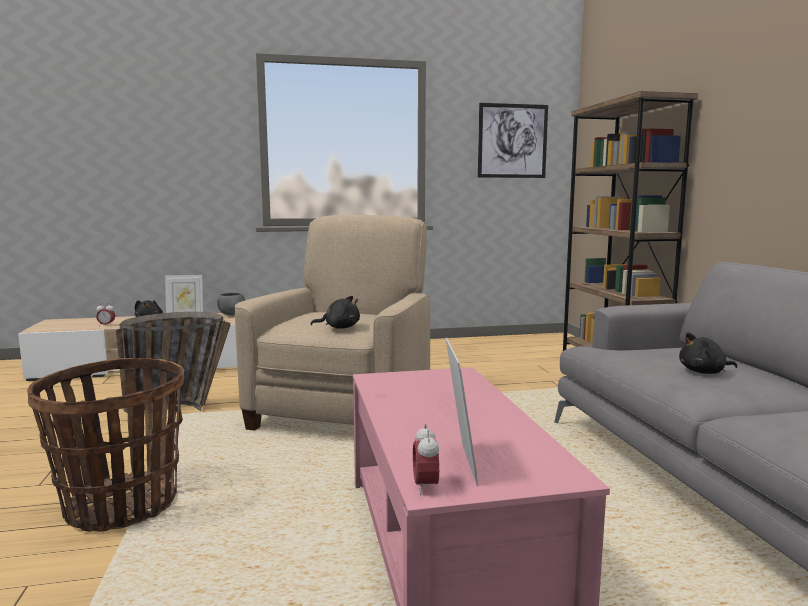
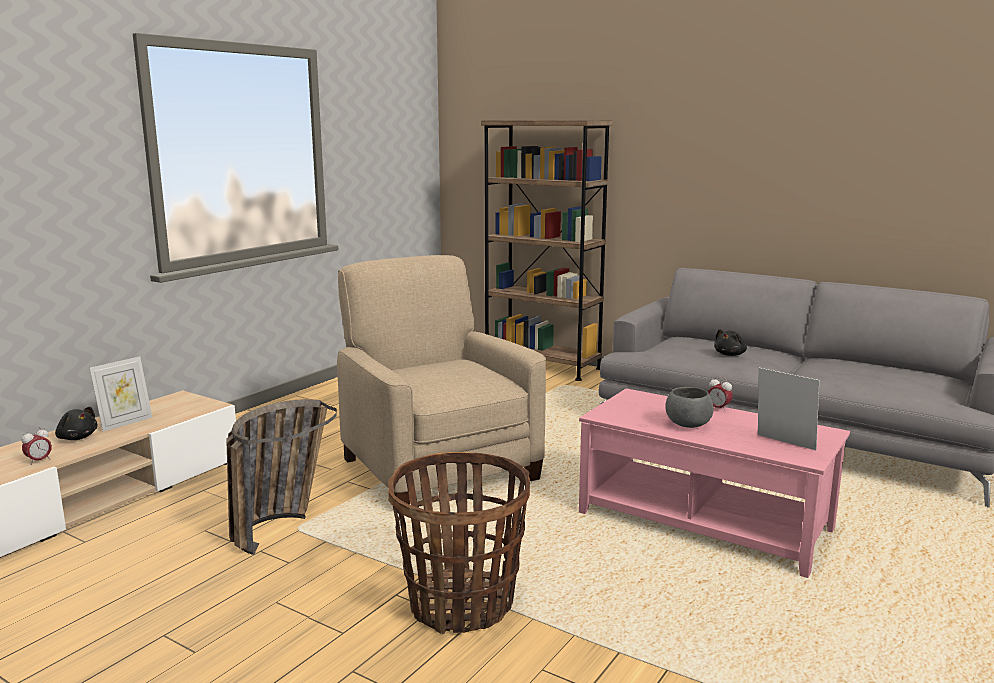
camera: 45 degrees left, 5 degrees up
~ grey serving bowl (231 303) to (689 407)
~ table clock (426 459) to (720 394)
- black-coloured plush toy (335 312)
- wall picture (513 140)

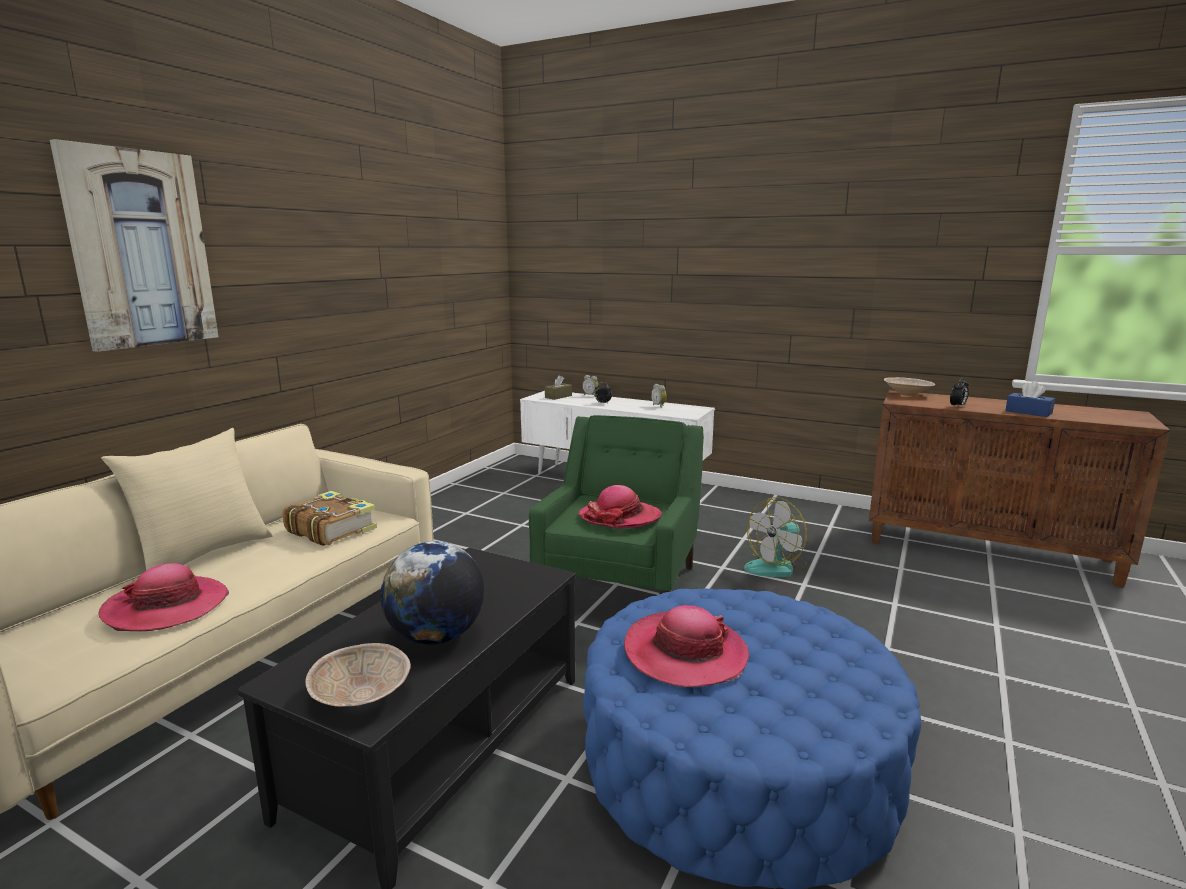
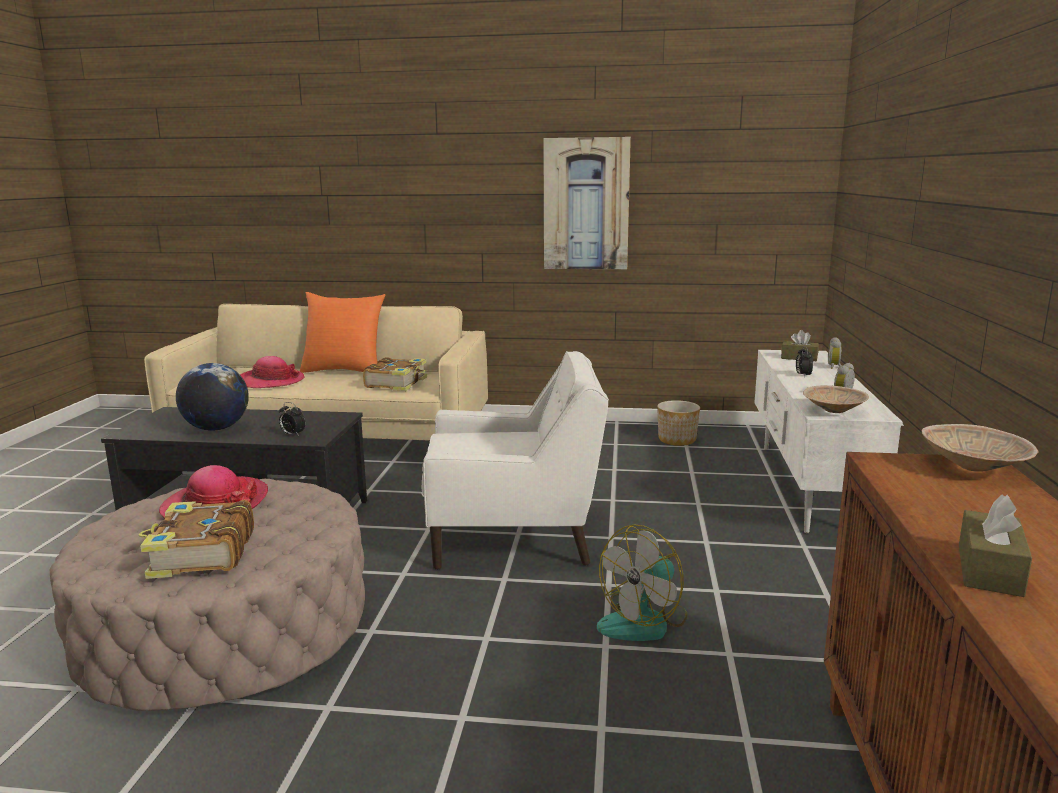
camera: 70 degrees right, 0 degrees up
~ blue pouffe (752 739) to beige-coloured pouffe (207 595)
+ volume (196 539)
~ table clock (959 393) to (292 419)
~ beige-coloured pillow (186 499) to orange pillow (342 332)
~ greenish armchair (616 504) to whitish armchair (515 460)
~ wall picture (134 245) to (587 203)
~ cooling fan (775 537) = (642 583) 75 degrees counterclockwise
+ flower pot (678 423)
~ beige-coloured serving bowl (358 675) to (836 399)
~ blue tissue box (1030 399) to brown tissue box (995 546)
- hat (620 507)

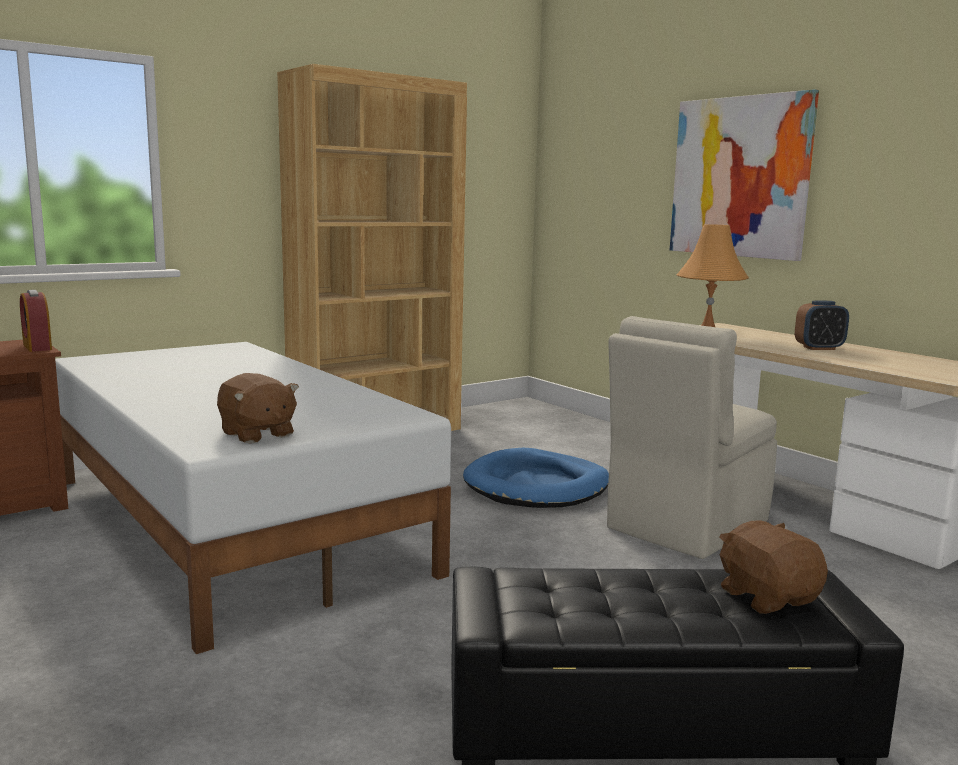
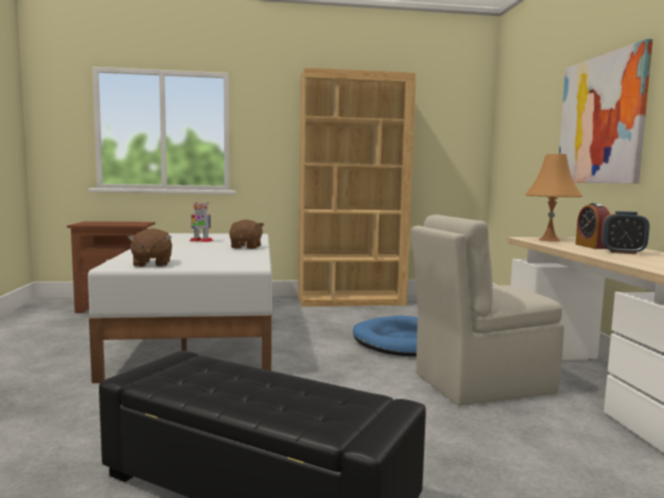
camera: 30 degrees right, 5 degrees down
+ robot figure (201 222)
~ brown plush toy (773 567) to (246 234)
~ table clock (36 321) to (592 226)

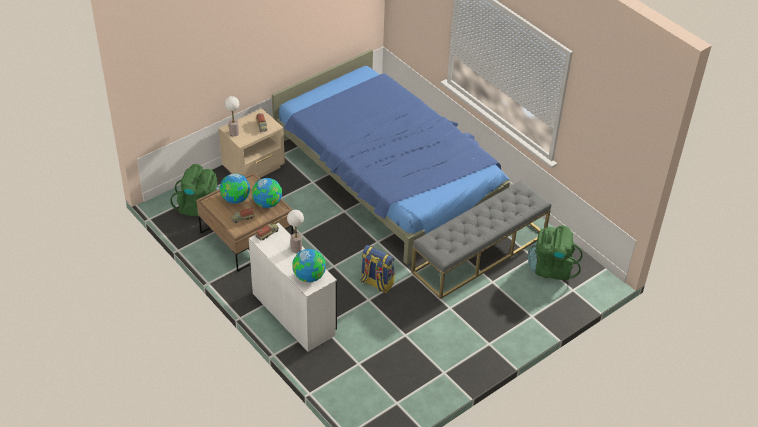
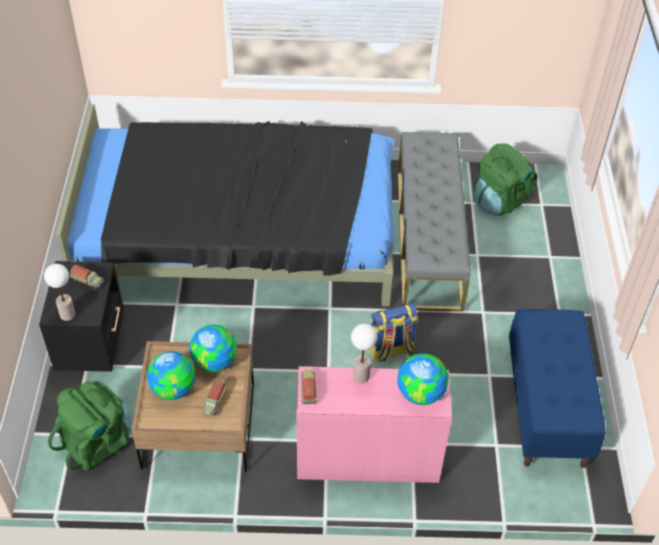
camera: 50 degrees left, 5 degrees up
~ beige-coloured bedside table (252 143) to black-coloured bedside table (81 316)
~ blue sleeping bed (391 157) to black-coloured sleeping bed (225 205)
~ whitish desk (293 287) to pink-coloured desk (374 424)
+ blue long seat (557 388)

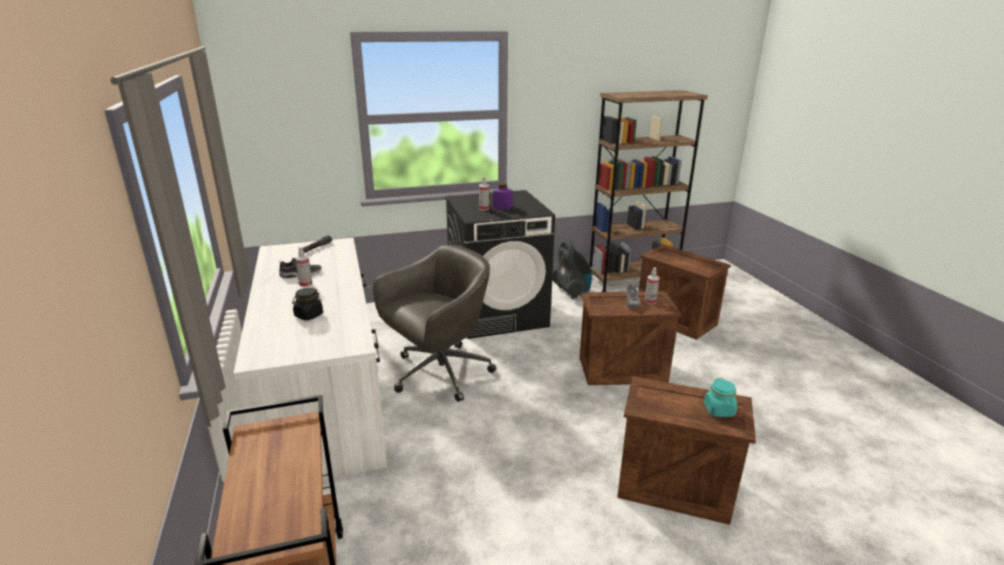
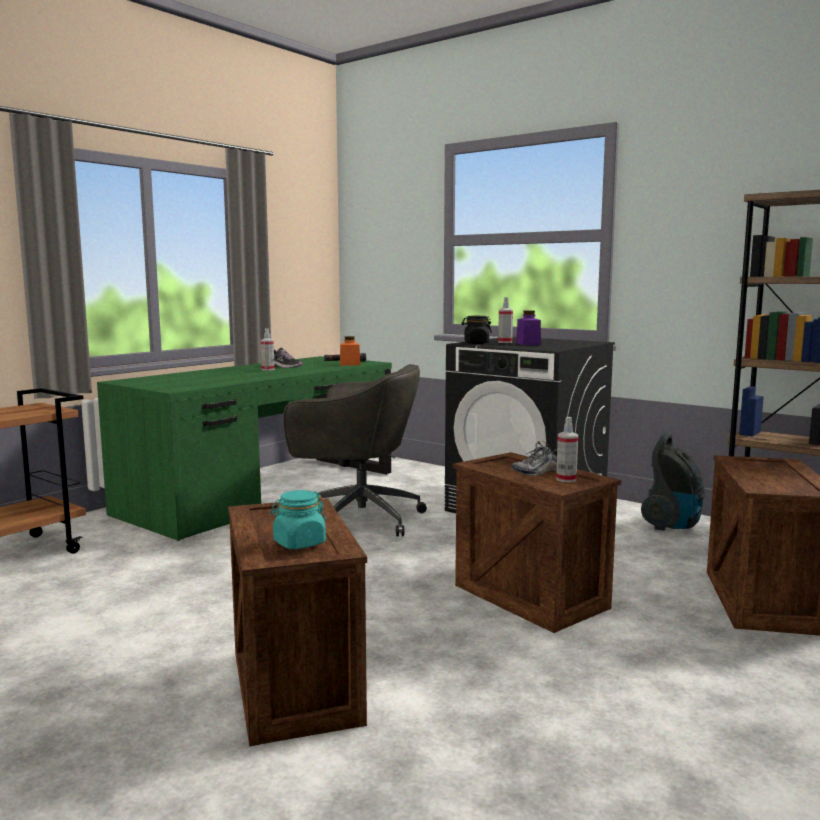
camera: 55 degrees right, 15 degrees down
~ whitish desk (310 359) to greenish desk (244 448)
+ orange storage jar (350 351)
~ black-coloured storage jar (307 304) to (476 330)

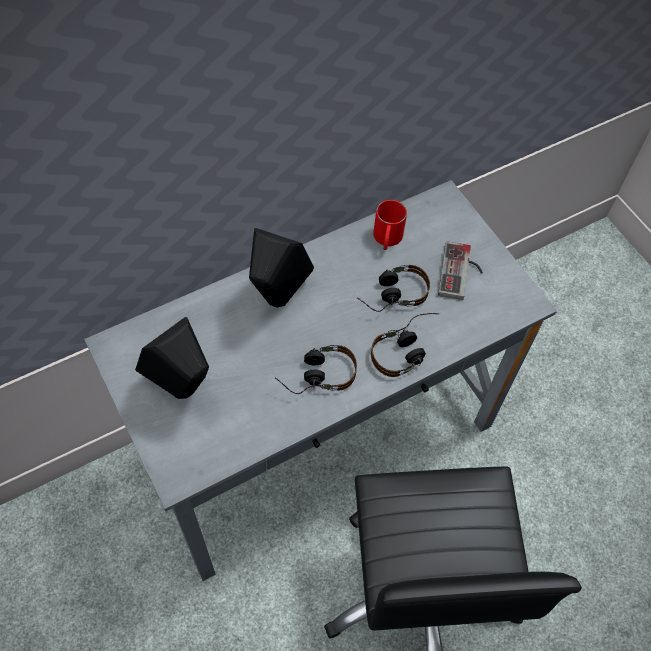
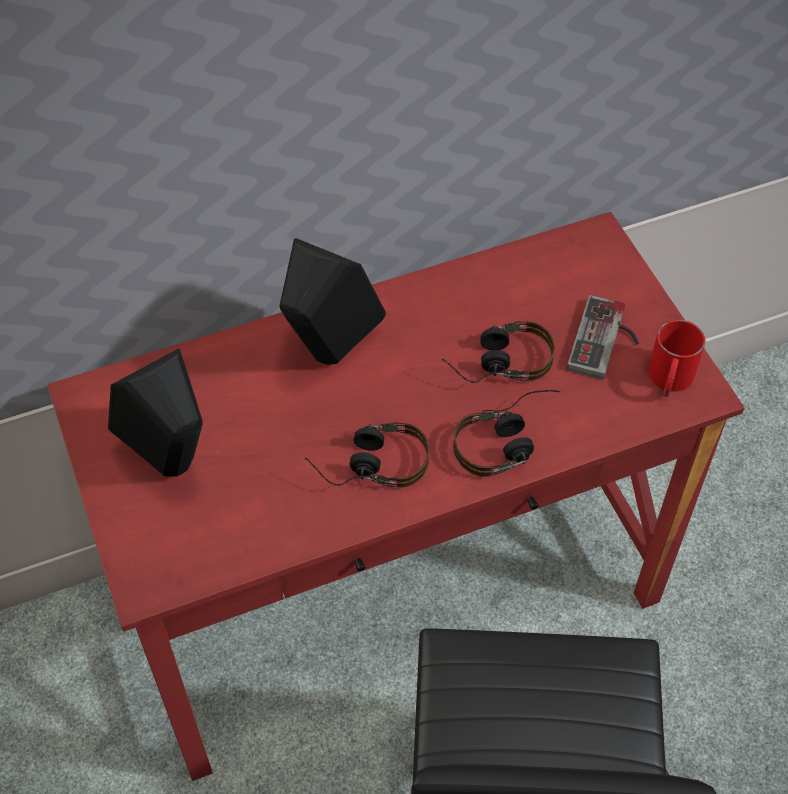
camera: 10 degrees right, 5 degrees down
~ grey desk (320 380) to red desk (396 496)
~ red tea mug (390 225) to (677 358)

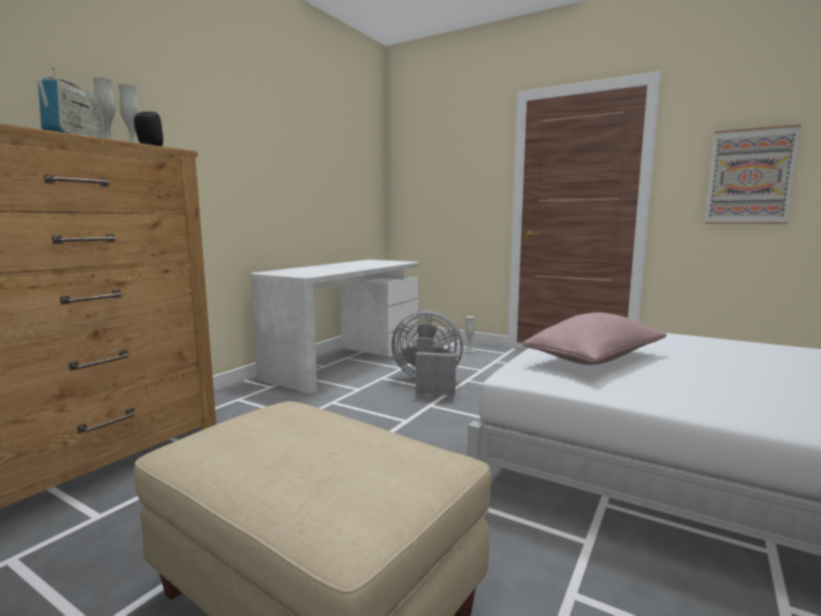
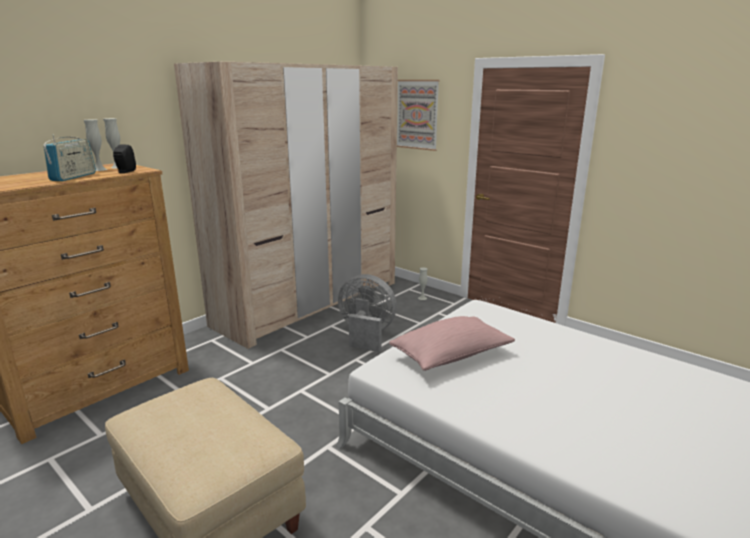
camera: 10 degrees right, 10 degrees up
~ whitish desk (335 326) to beige-coloured wardrobe (286 205)
~ wall picture (753 174) to (418 115)

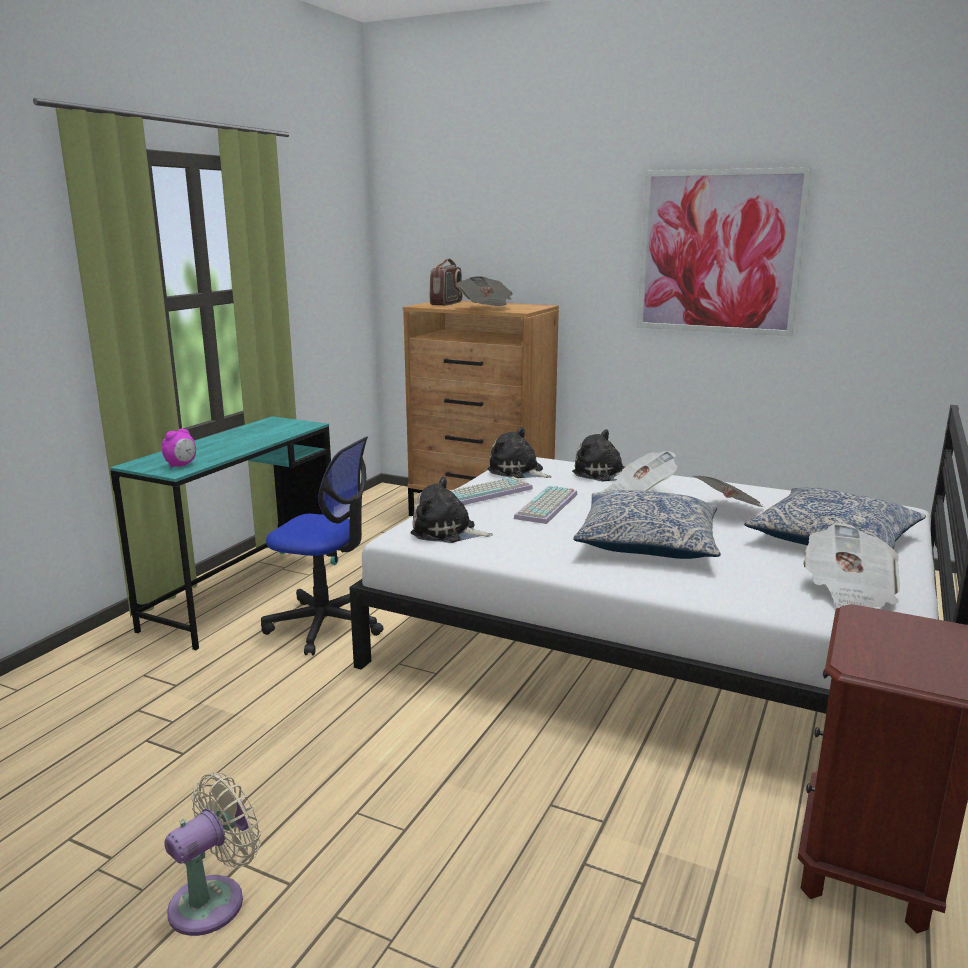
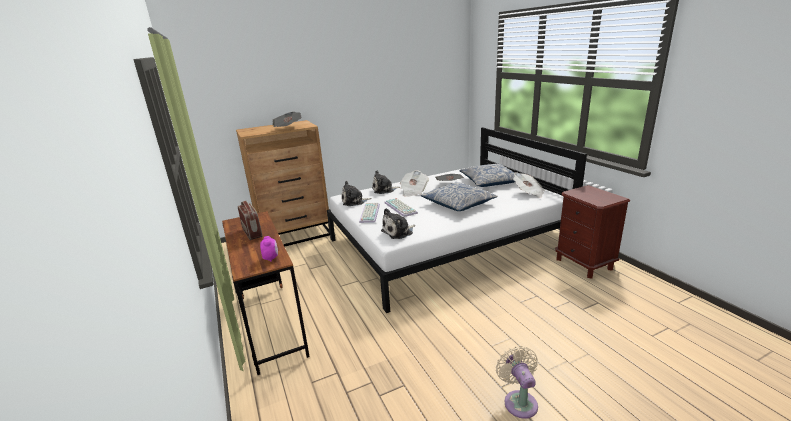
camera: 50 degrees left, 5 degrees up
~ turquoise desk (224 533) to brown desk (266 293)
~ radio receiver (446 282) to (250 220)
- office chair (322 546)
- wall picture (724 251)

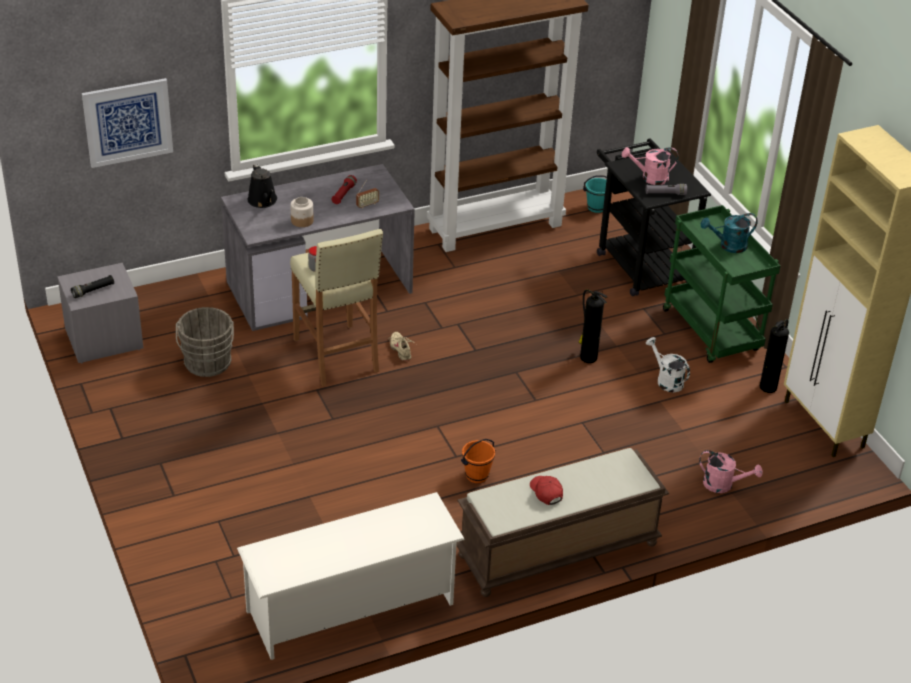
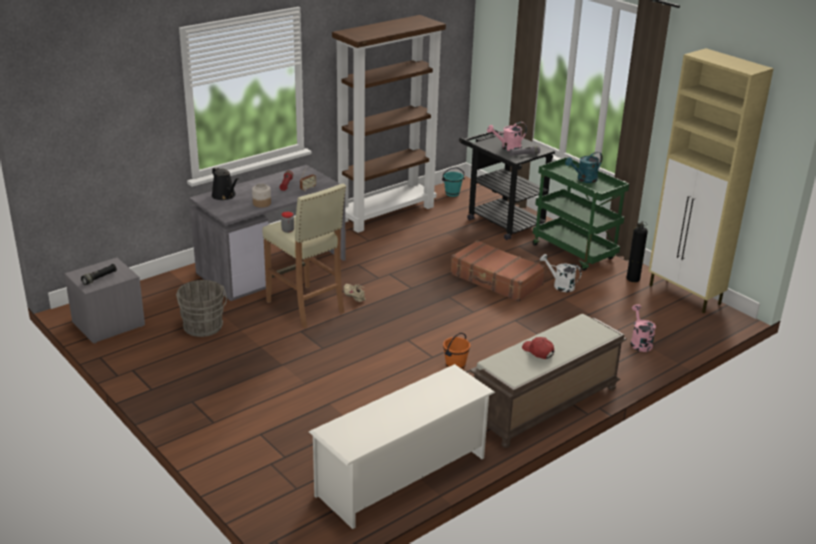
camera: 15 degrees left, 10 degrees down
~ extinguisher (593 326) to brown suitcase (497 271)
~ pink-coloured sprinkling can (731 471) = (643 328) 105 degrees counterclockwise
- wall picture (127 123)

